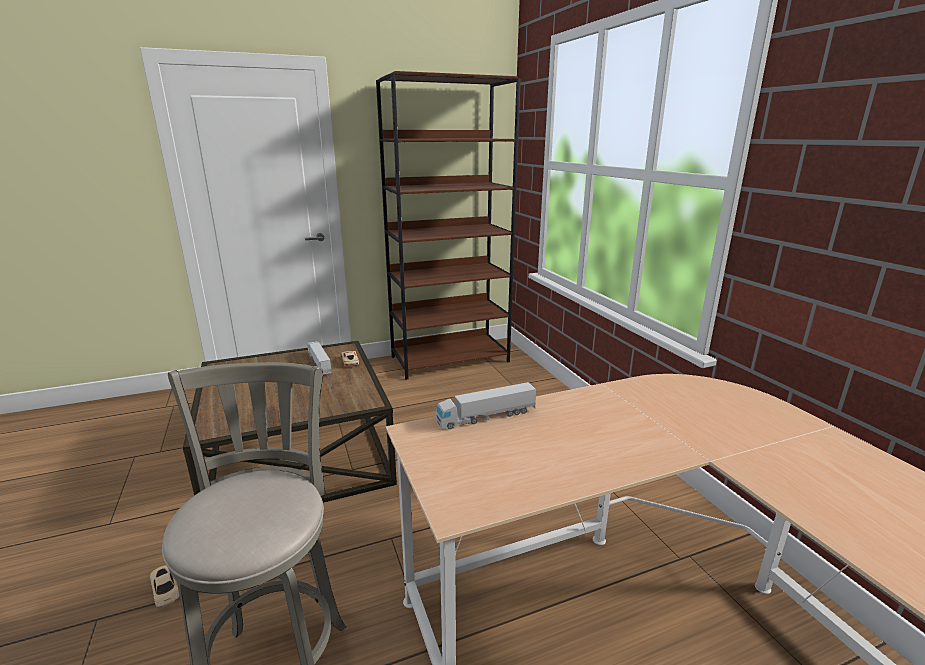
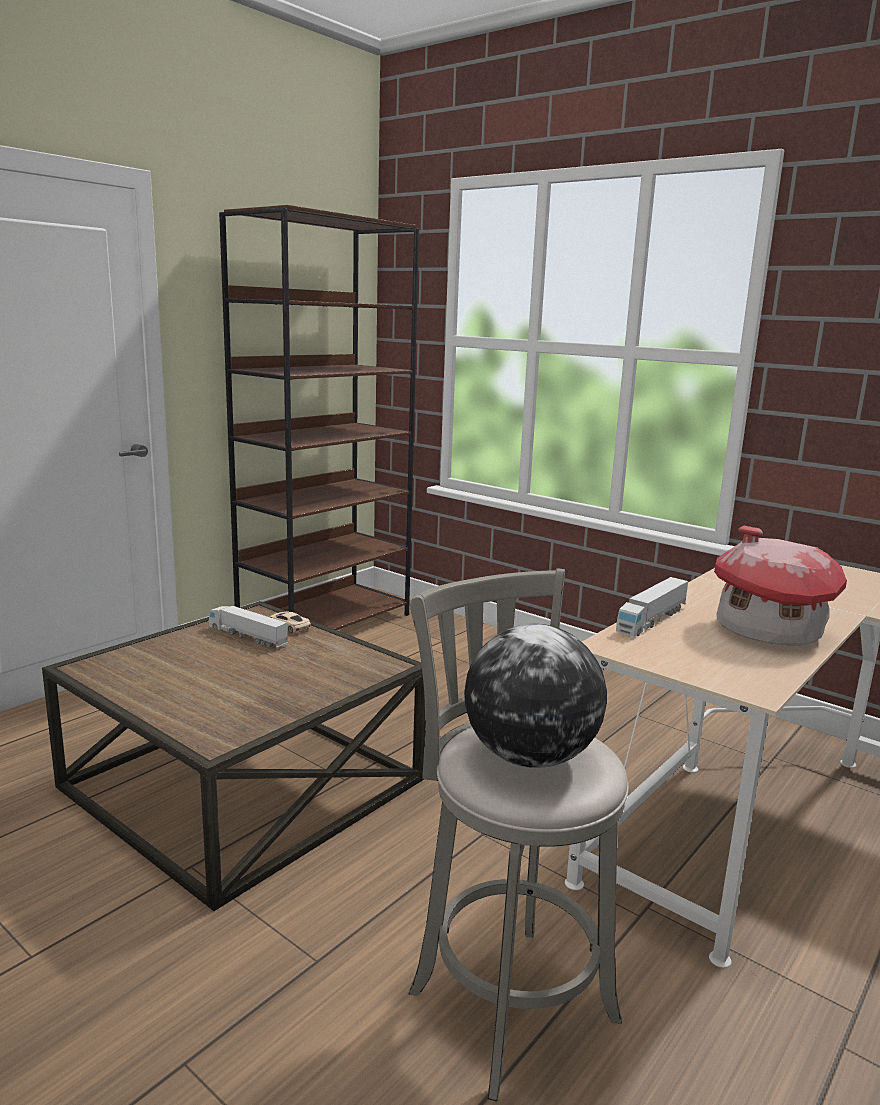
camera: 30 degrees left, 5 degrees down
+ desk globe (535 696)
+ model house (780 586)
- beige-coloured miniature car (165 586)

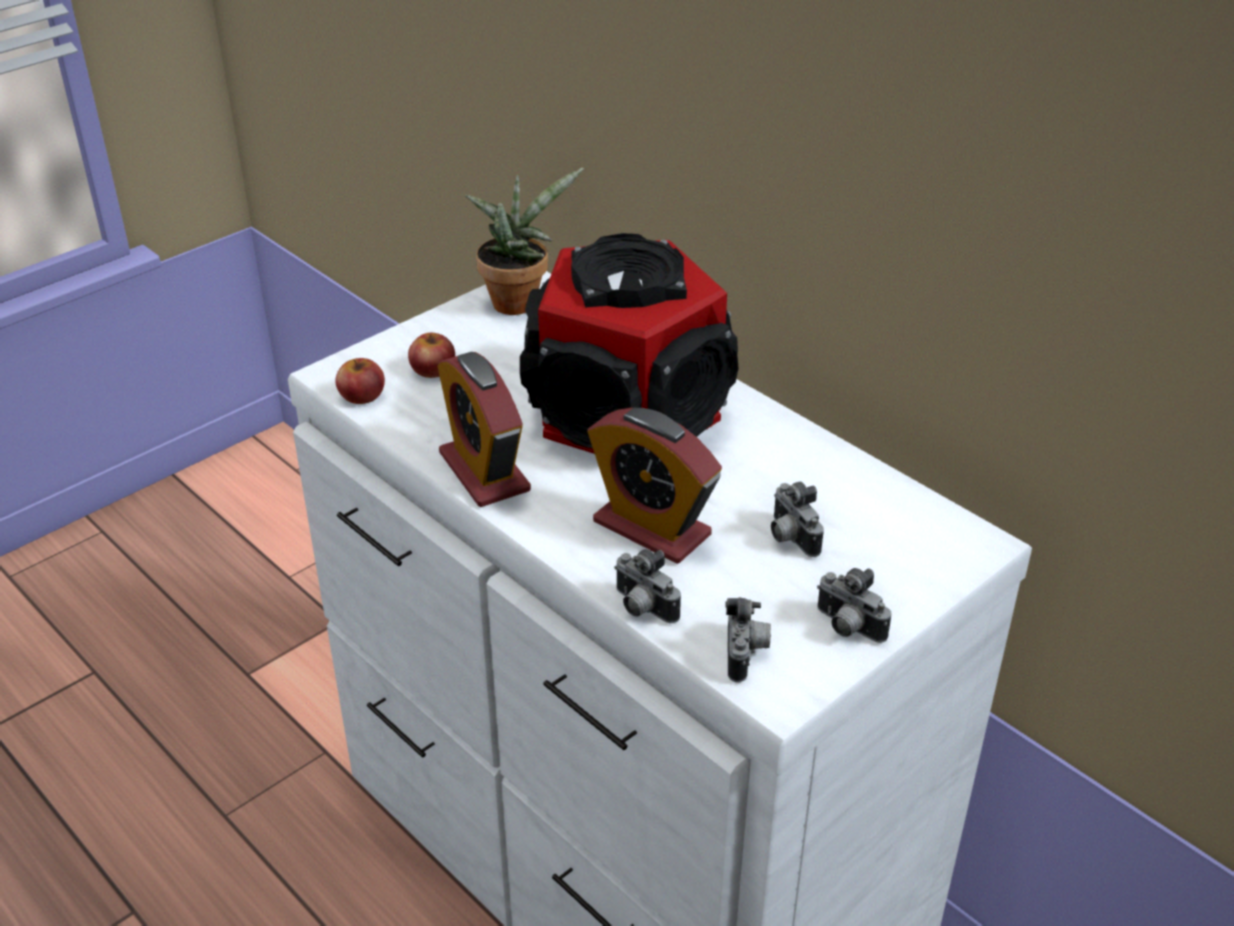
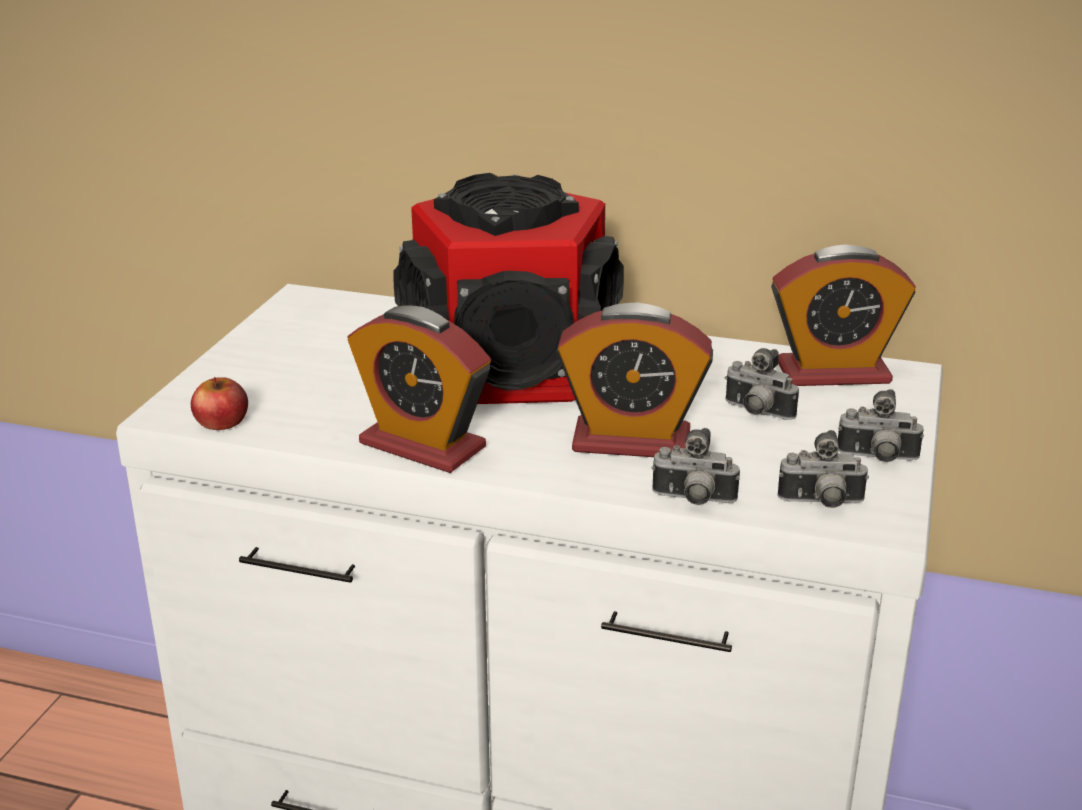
camera: 30 degrees left, 10 degrees down
+ table clock (843 315)
~ photo camera (748 640) = (823 469) 120 degrees clockwise
- whole apple (431 355)
- potted plant (524 241)

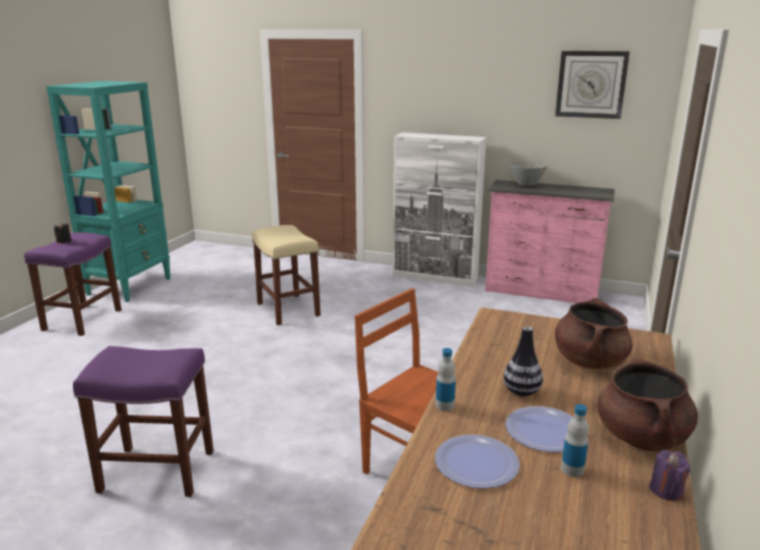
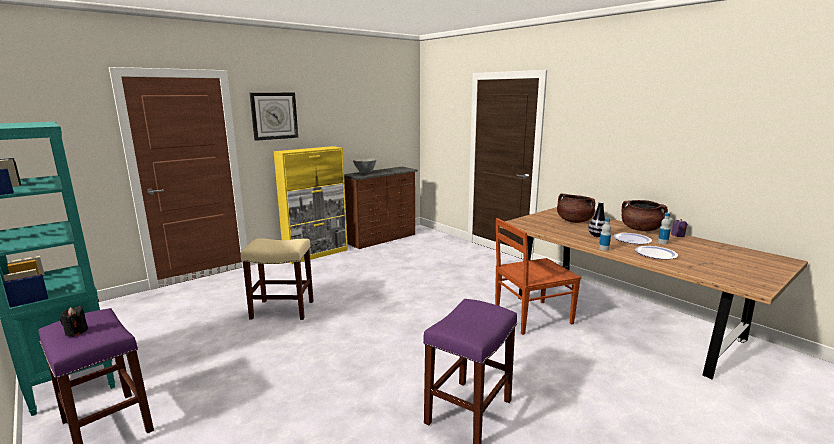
camera: 60 degrees left, 5 degrees down
~ hanging clock (592 85) to (274 116)
~ whitish cupboard (440 209) to yellowish cupboard (311 205)
~ pink-coloured dresser (550 241) to brown dresser (381 208)

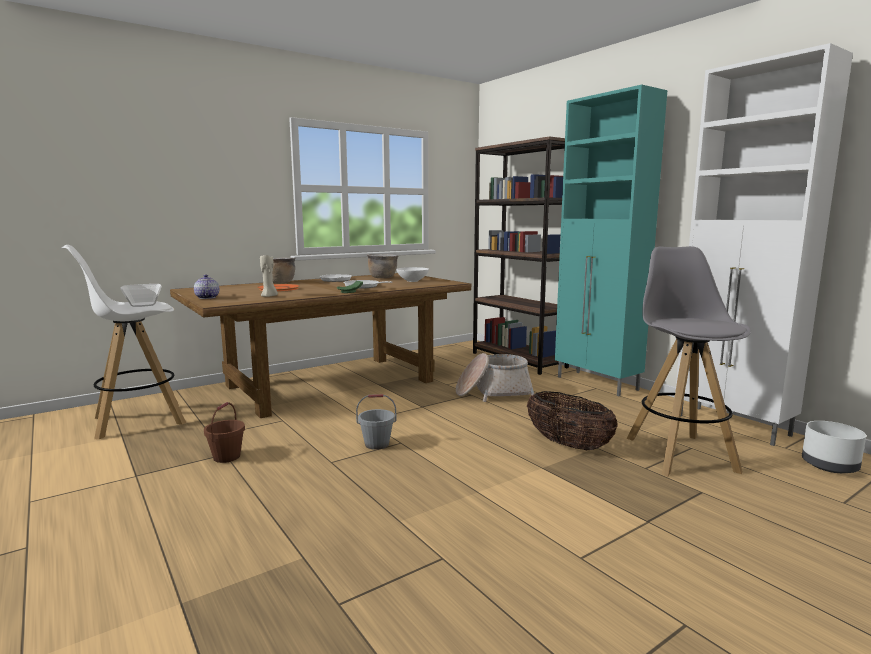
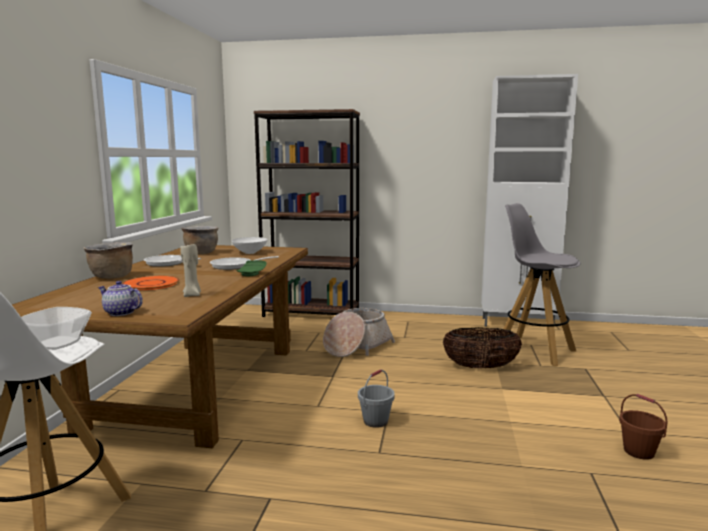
camera: 45 degrees left, 0 degrees up
~ brown bucket (224 432) to (643 427)
- turquoise cupboard (611 240)
- whitish flower pot (834 447)

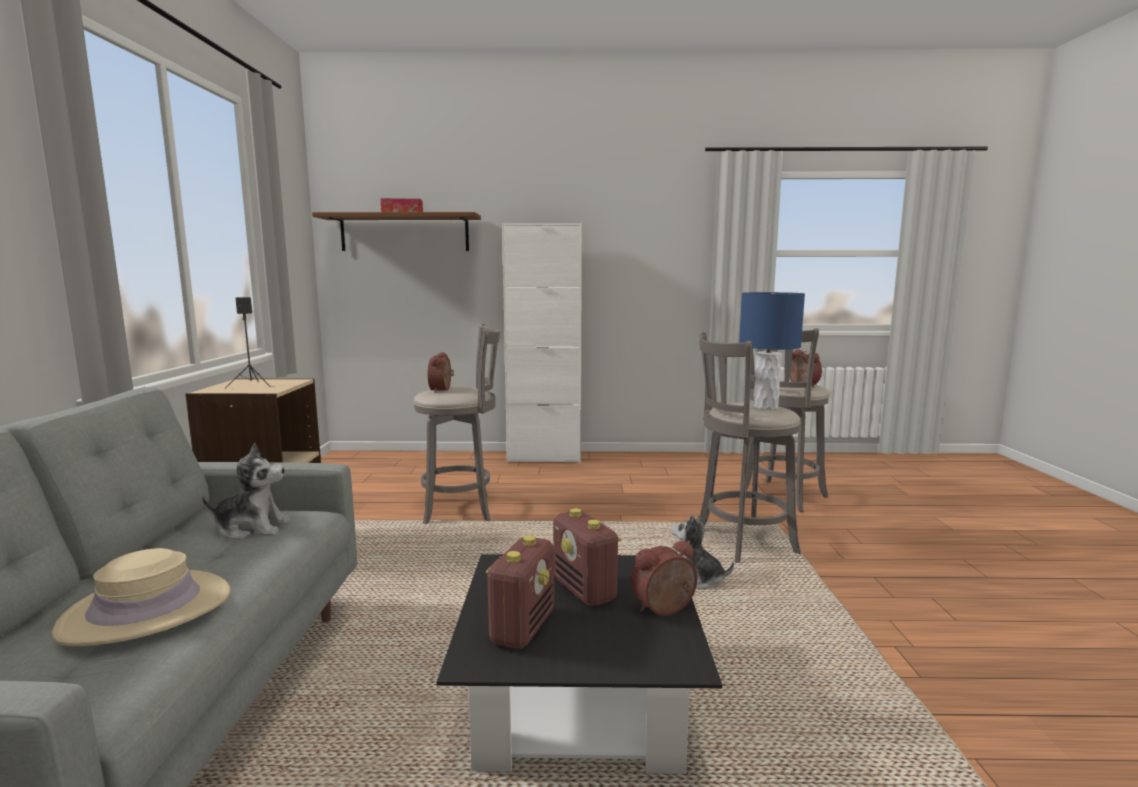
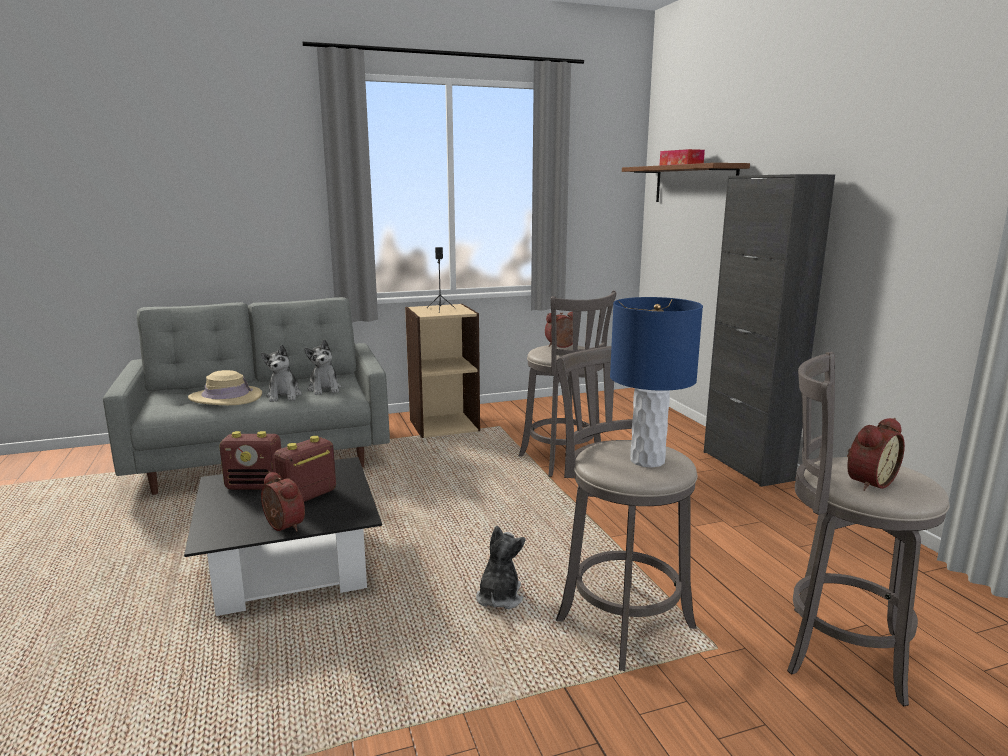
camera: 70 degrees right, 5 degrees up
+ plush toy (281 373)
~ whitish cupboard (542 343) to black-coloured cupboard (769 330)

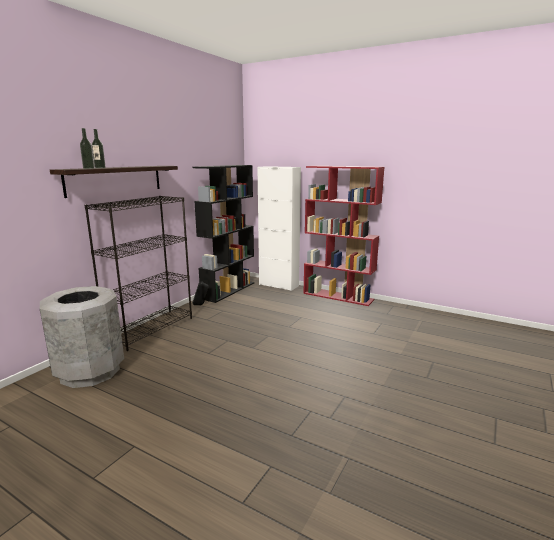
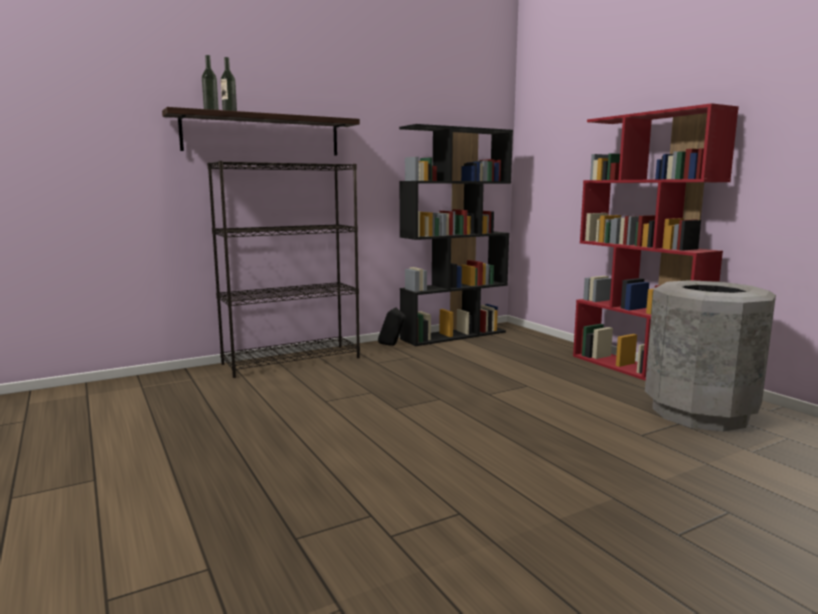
camera: 30 degrees right, 5 degrees down
~ grey waste bin (82 337) to (710 356)
- whitish cupboard (279 228)

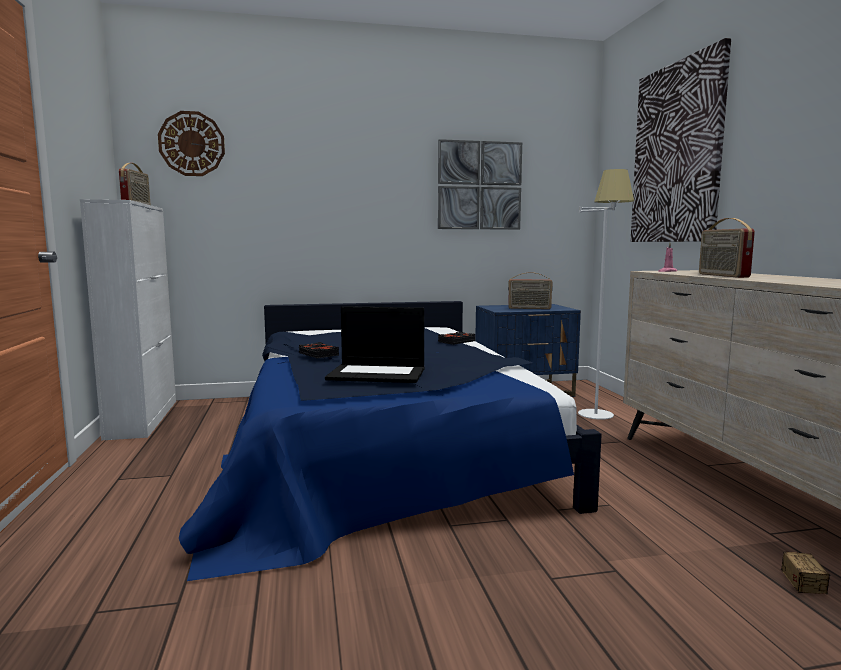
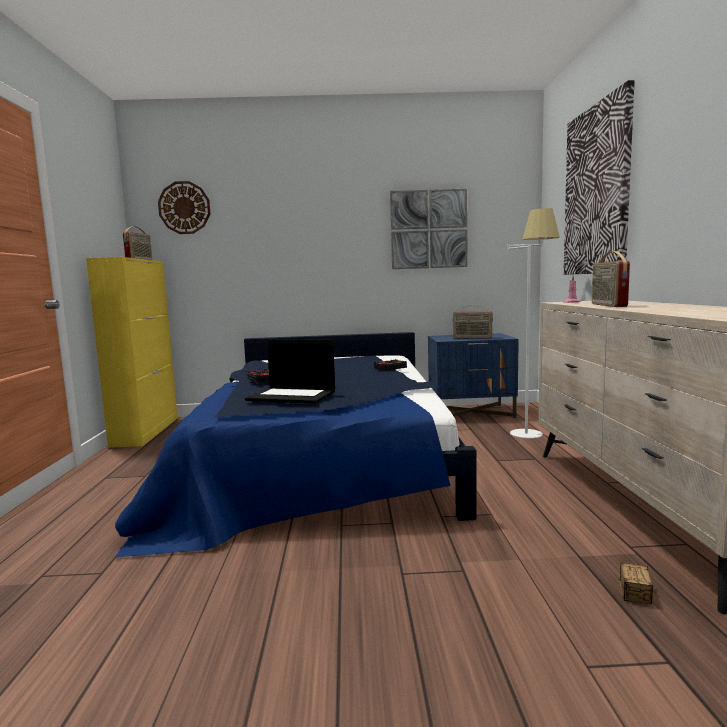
camera: 10 degrees right, 0 degrees up
~ whitish cupboard (128 320) to yellowish cupboard (132 352)

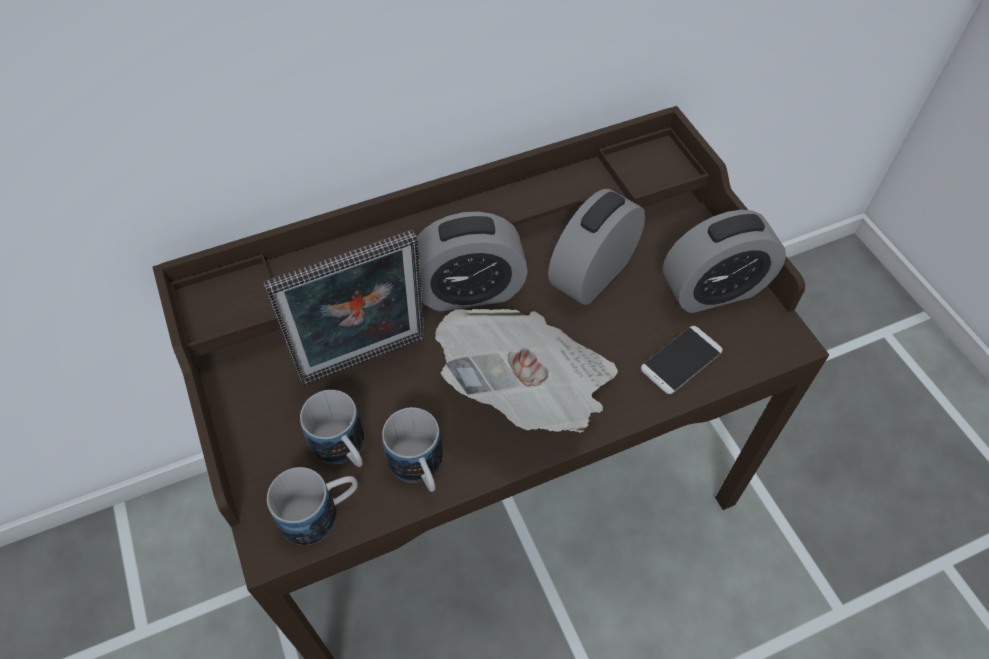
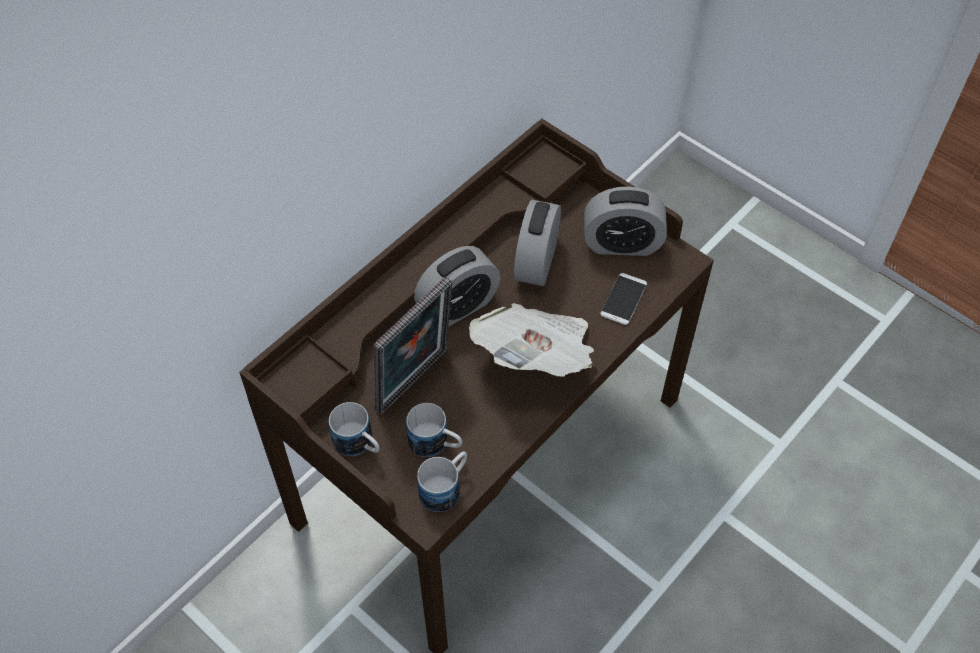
camera: 25 degrees left, 0 degrees up
~ tea mug (412 449) to (354 429)
~ table clock (724 261) = (625 221) 45 degrees clockwise

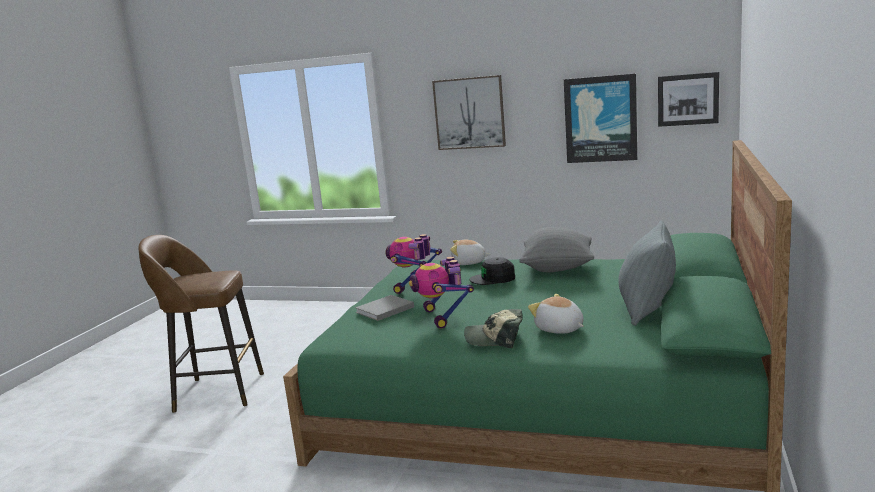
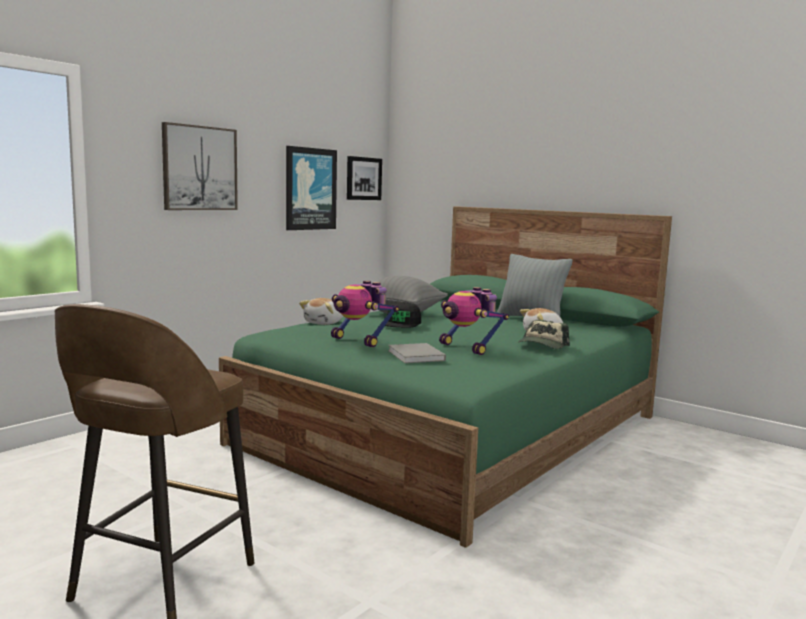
camera: 70 degrees left, 5 degrees down
~ robot figure (441 292) = (474 321) 45 degrees clockwise

